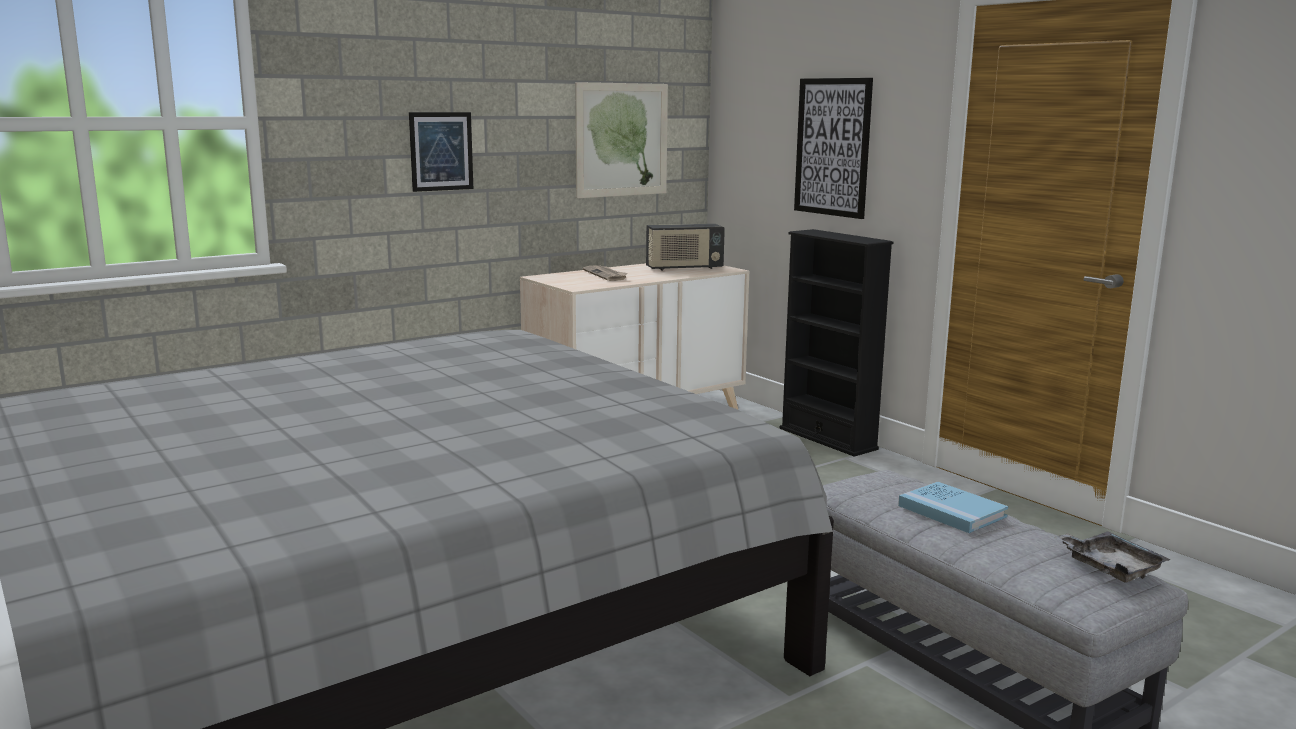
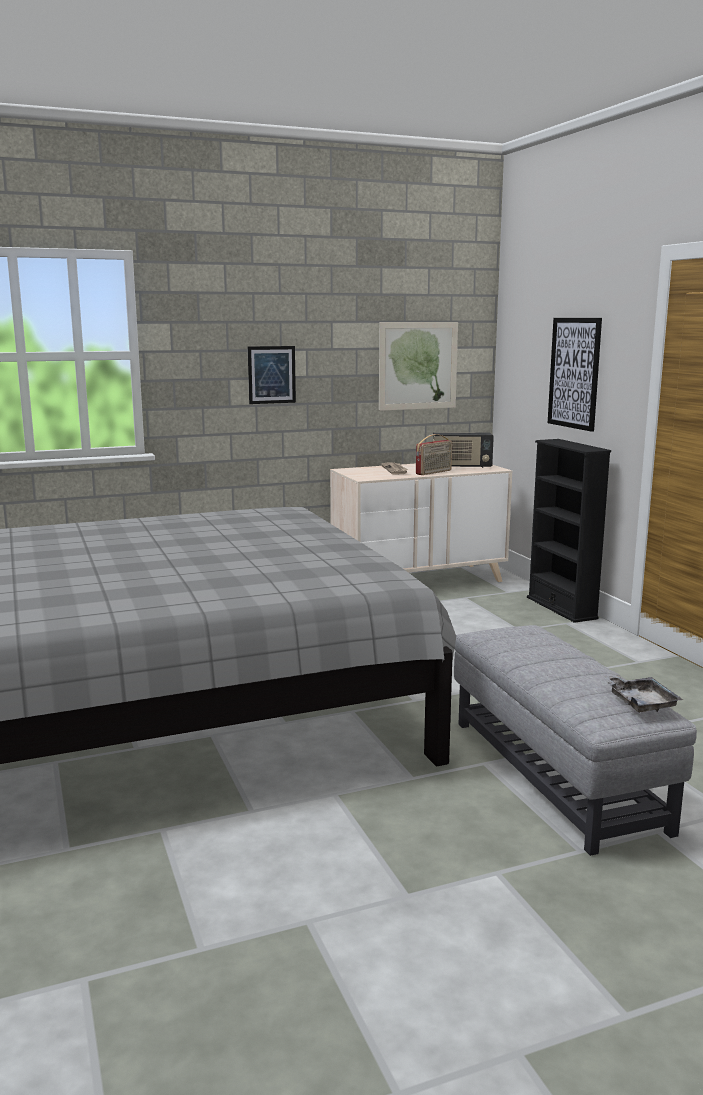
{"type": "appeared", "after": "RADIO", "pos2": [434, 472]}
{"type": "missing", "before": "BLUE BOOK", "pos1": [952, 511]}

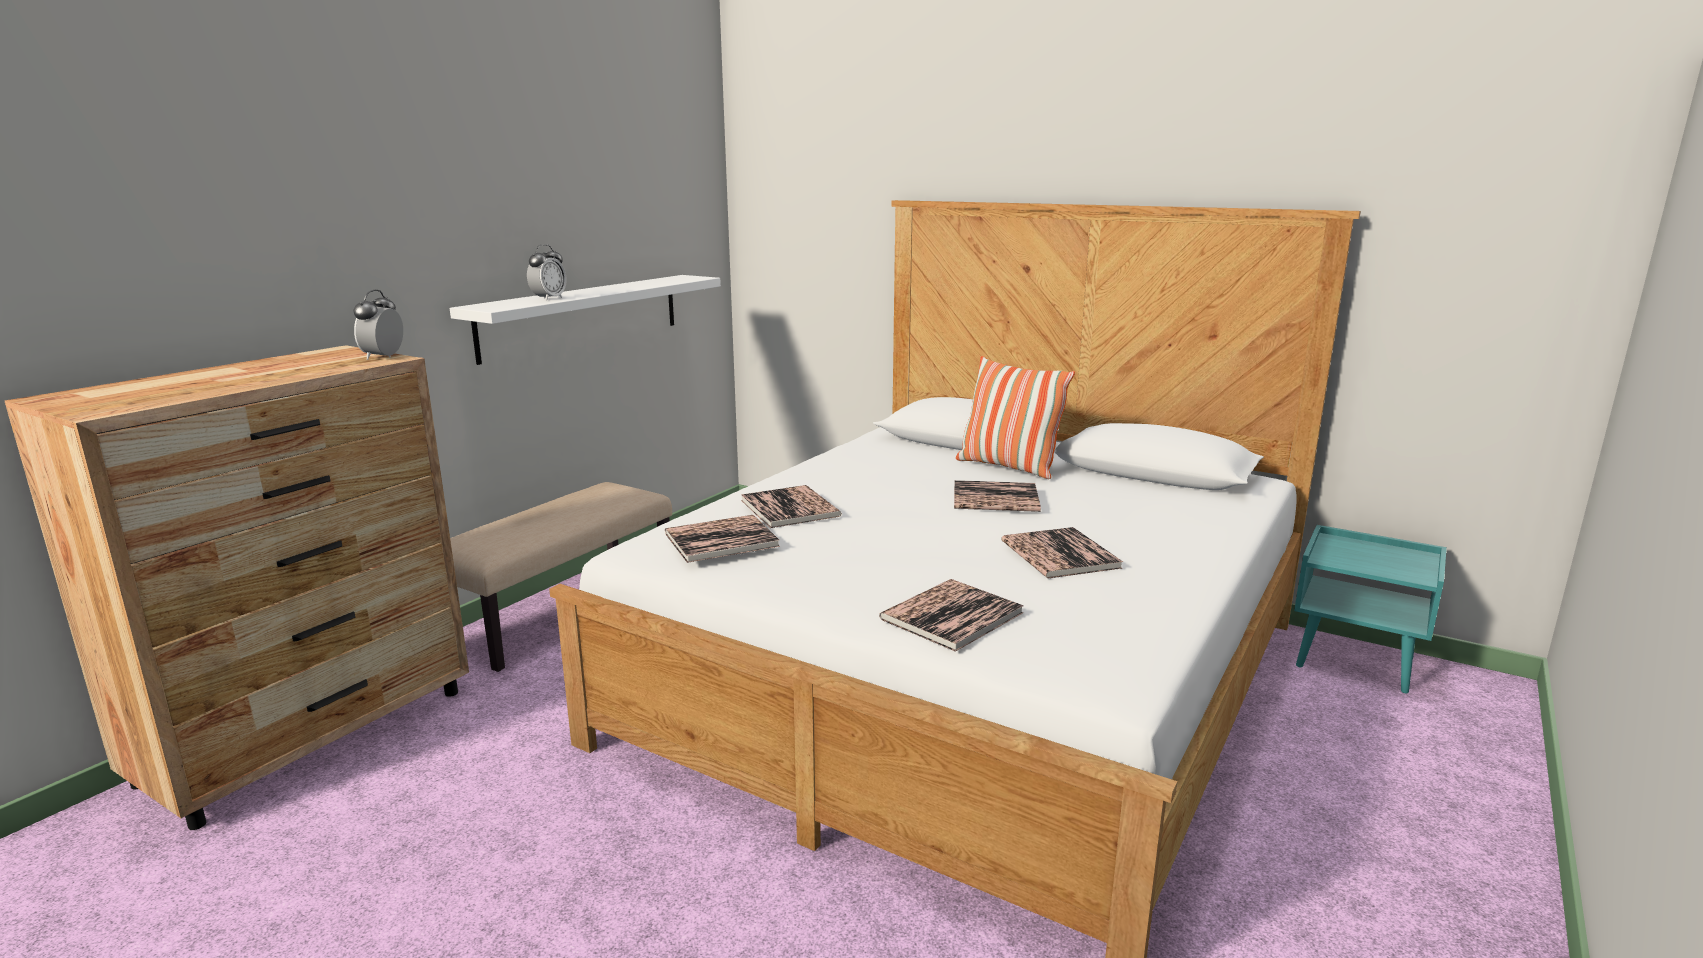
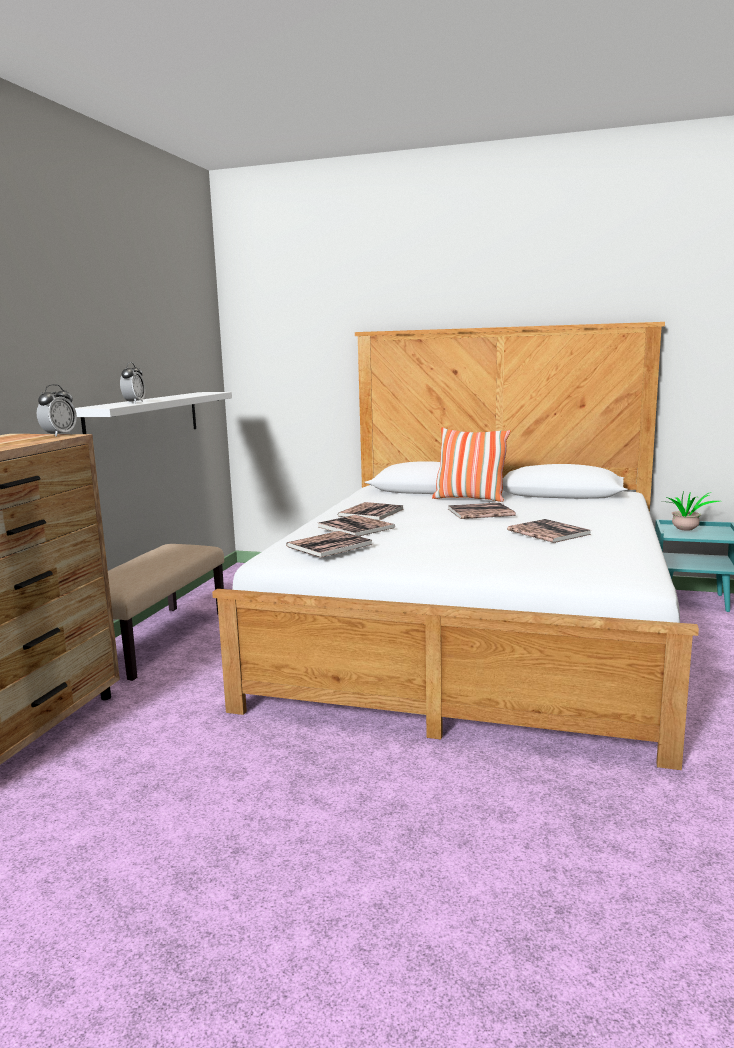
{"type": "spun", "before": "ALARM CLOCK", "pos1": [383, 357], "pos2": [59, 435], "turn": -150}
{"type": "relocated", "before": "BOOK", "pos1": [951, 616], "pos2": [371, 512]}
{"type": "appeared", "after": "POTTED PLANT", "pos2": [686, 531]}

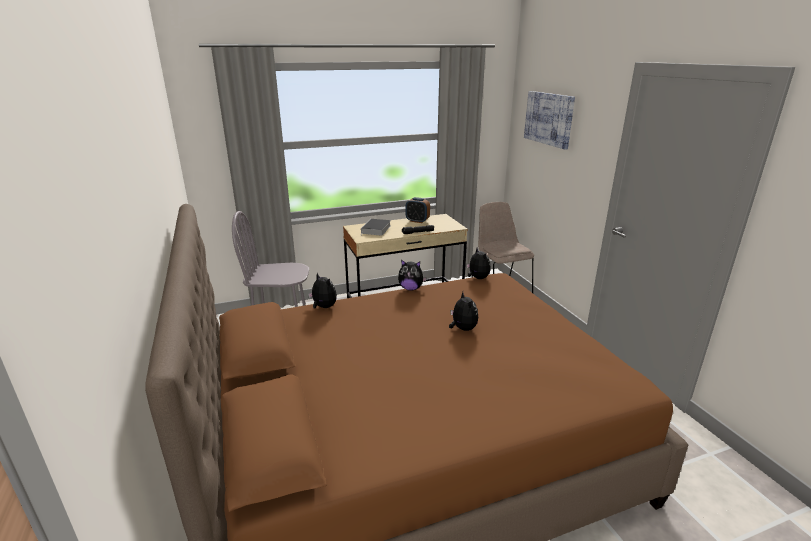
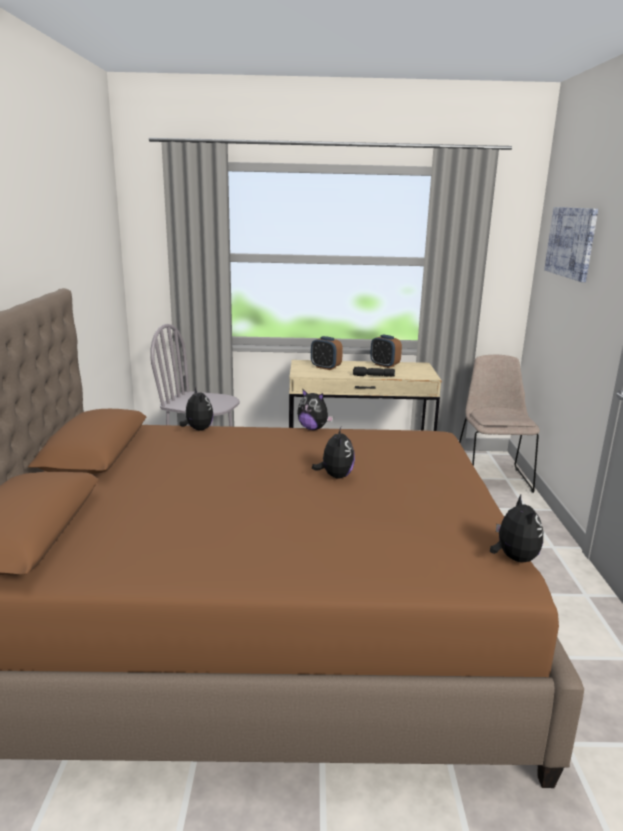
{"type": "exchanged", "before": "BOOK", "after": "ALARM CLOCK", "pos1": [376, 229], "pos2": [325, 367]}
{"type": "relocated", "before": "PLUSH TOY", "pos1": [477, 278], "pos2": [513, 558]}

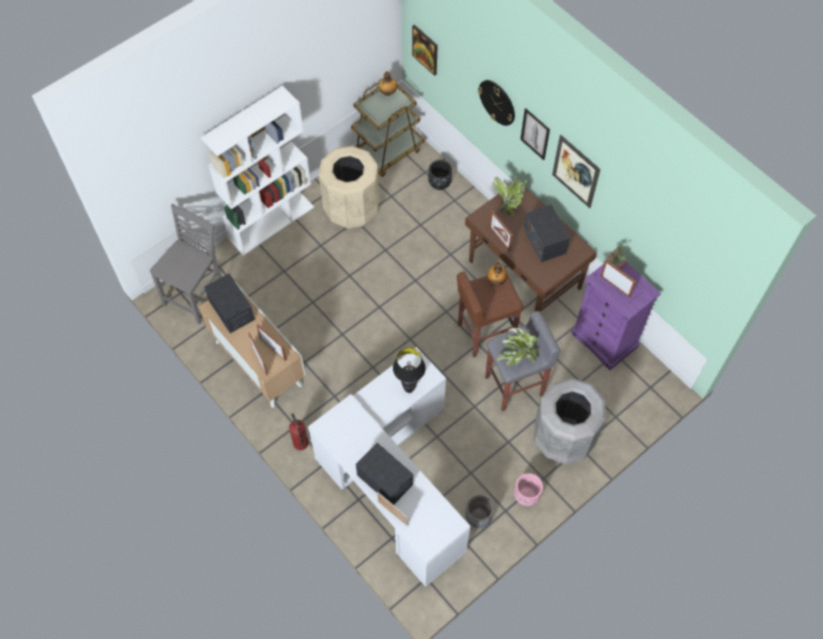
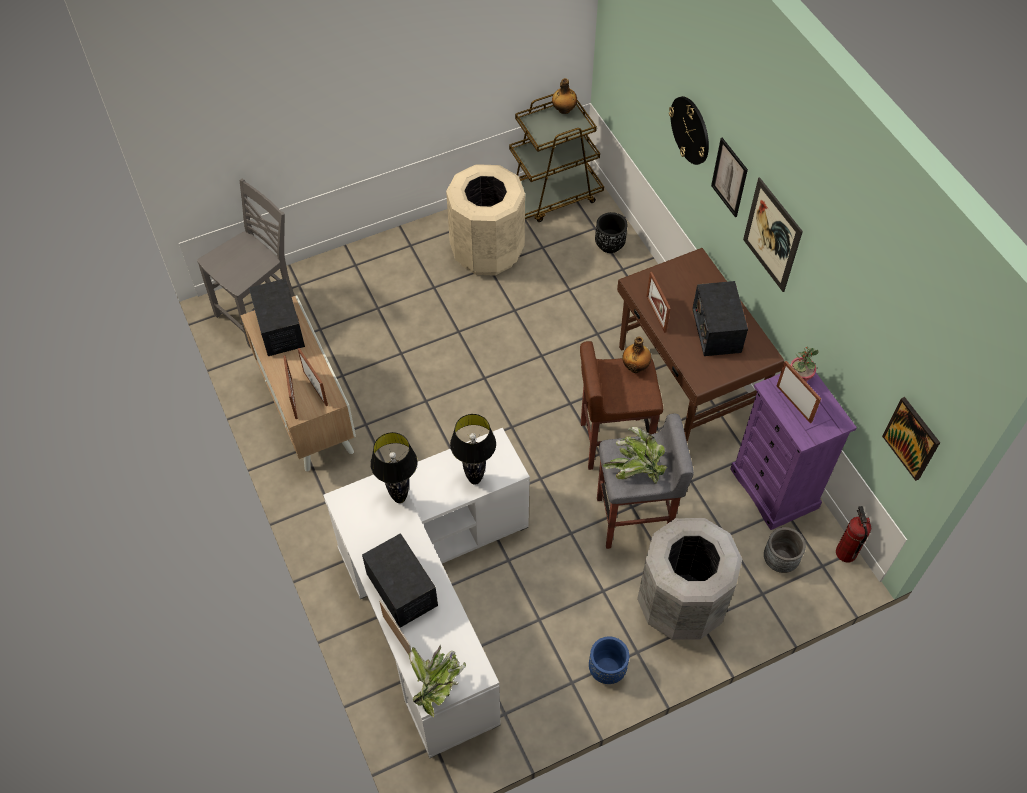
{"type": "appeared", "after": "BLACK TABLE LAMP", "pos2": [399, 498]}
{"type": "relocated", "before": "POTTED PLANT", "pos1": [509, 201], "pos2": [437, 685]}
{"type": "colour", "before": "PINK PLANTER", "after": "BLUE PLANTER", "pos1": [526, 495], "pos2": [607, 669]}
{"type": "relocated", "before": "GREY PLANTER", "pos1": [478, 517], "pos2": [780, 560]}
{"type": "relocated", "before": "FIRE EXTINGUISHER", "pos1": [300, 443], "pos2": [845, 553]}
{"type": "relocated", "before": "PICTURE", "pos1": [425, 49], "pos2": [912, 438]}
{"type": "missing", "before": "WHITE BOOKCASE", "pos1": [271, 222]}

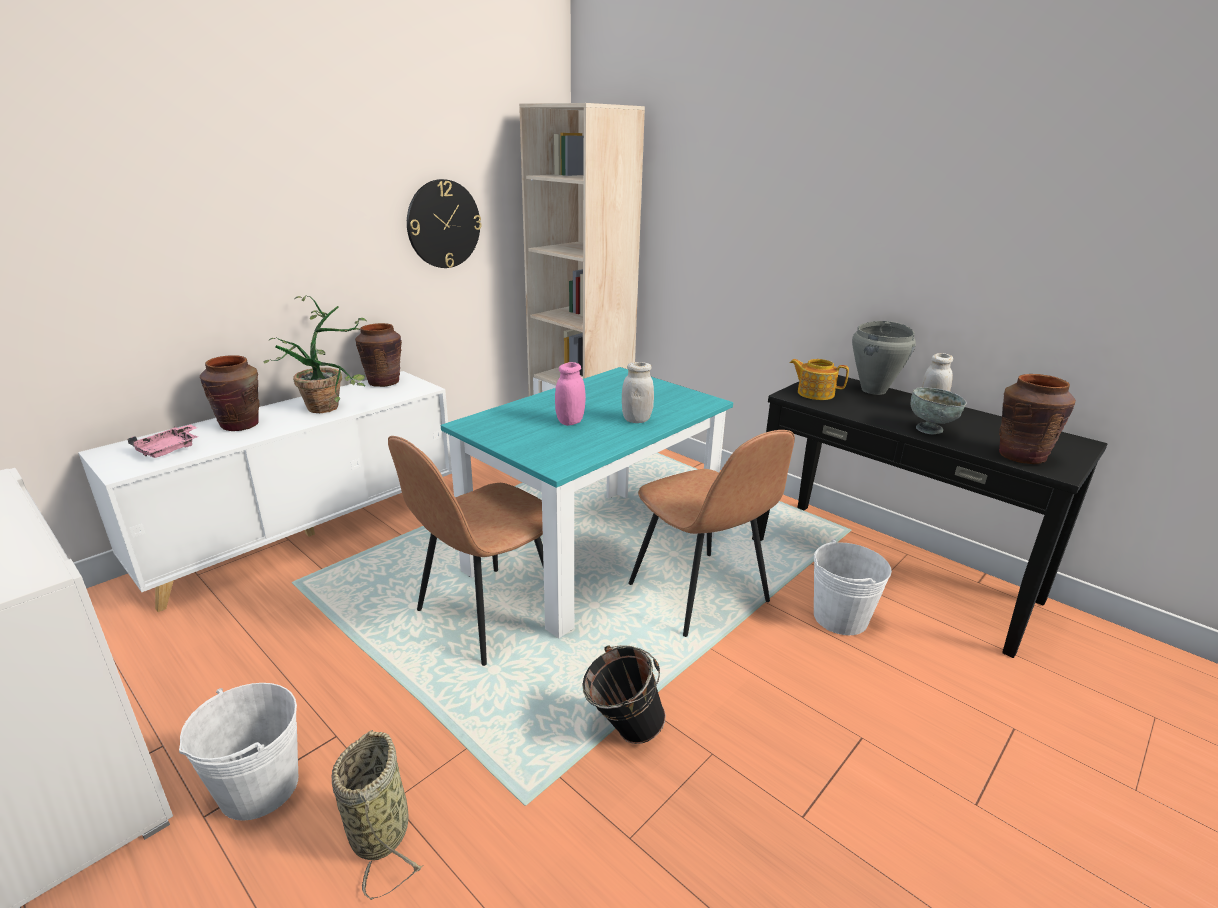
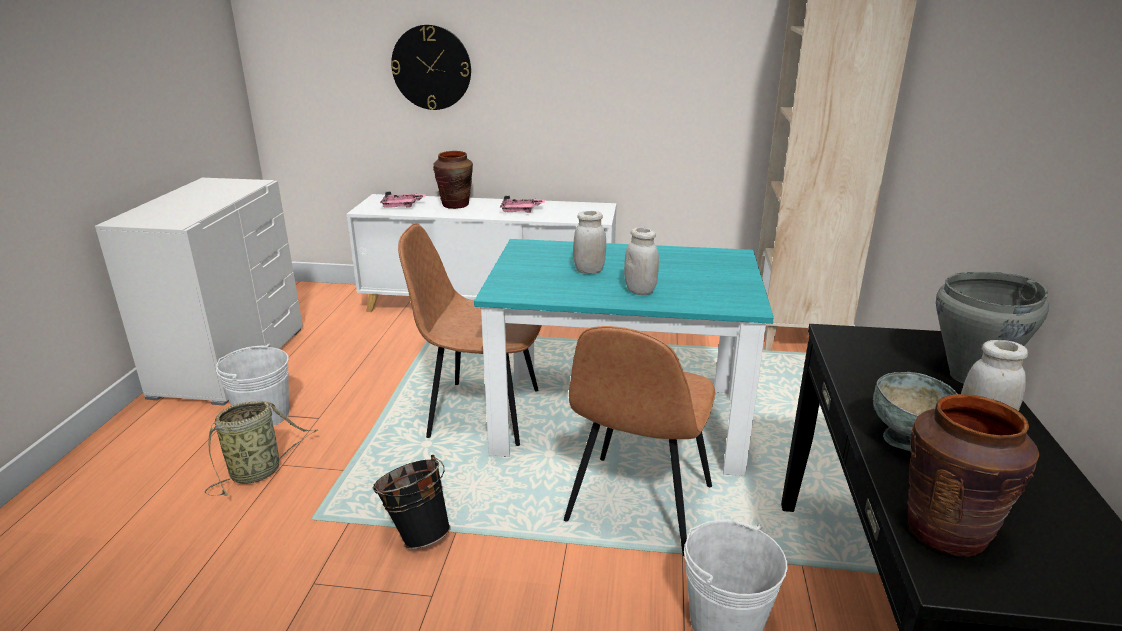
{"type": "relocated", "before": "WALL CLOCK", "pos1": [443, 224], "pos2": [431, 67]}
{"type": "exchanged", "before": "POTTED PLANT", "after": "PINK TRAY", "pos1": [331, 406], "pos2": [520, 211]}
{"type": "colour", "before": "PINK JAR", "after": "WHITE JAR", "pos1": [570, 421], "pos2": [589, 271]}
{"type": "missing", "before": "BROWN VASE", "pos1": [384, 382]}
{"type": "missing", "before": "TEAPOT", "pos1": [814, 393]}

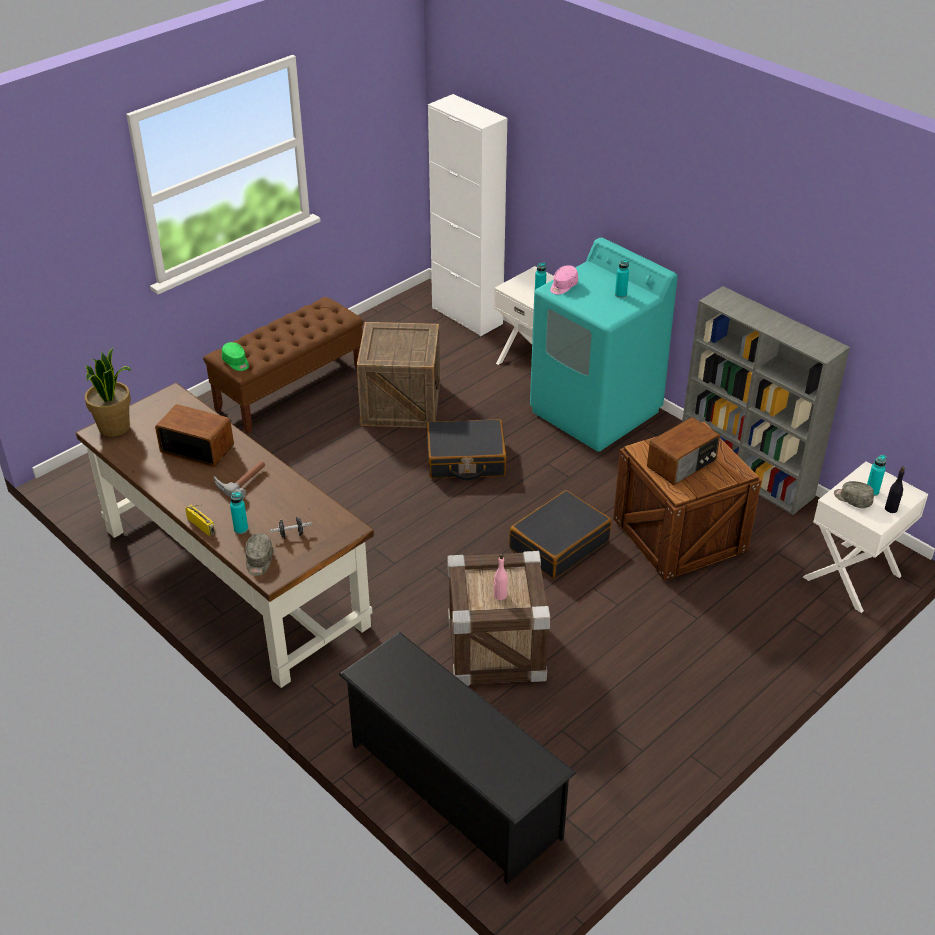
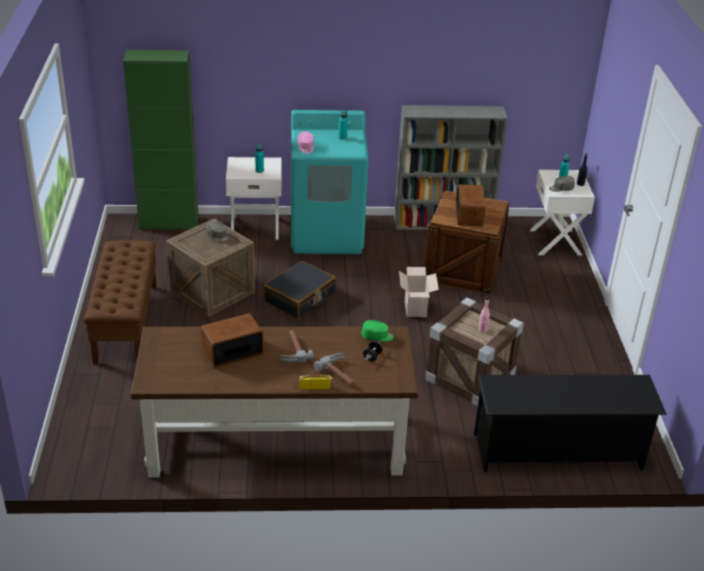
{"type": "colour", "before": "WHITE CABINET", "after": "GREEN CABINET", "pos1": [467, 316], "pos2": [169, 222]}
{"type": "relocated", "before": "GREY CAP", "pos1": [259, 561], "pos2": [218, 236]}
{"type": "exchanged", "before": "TURQUOISE BOTTLE", "after": "HAMMER", "pos1": [241, 529], "pos2": [340, 373]}
{"type": "relocated", "before": "GREEN CAP", "pos1": [236, 362], "pos2": [377, 336]}
{"type": "exchanged", "before": "BLACK SUITCASE", "after": "CARDBOARD BOX", "pos1": [559, 544], "pos2": [416, 309]}
{"type": "missing", "before": "POTTED PLANT", "pos1": [115, 427]}

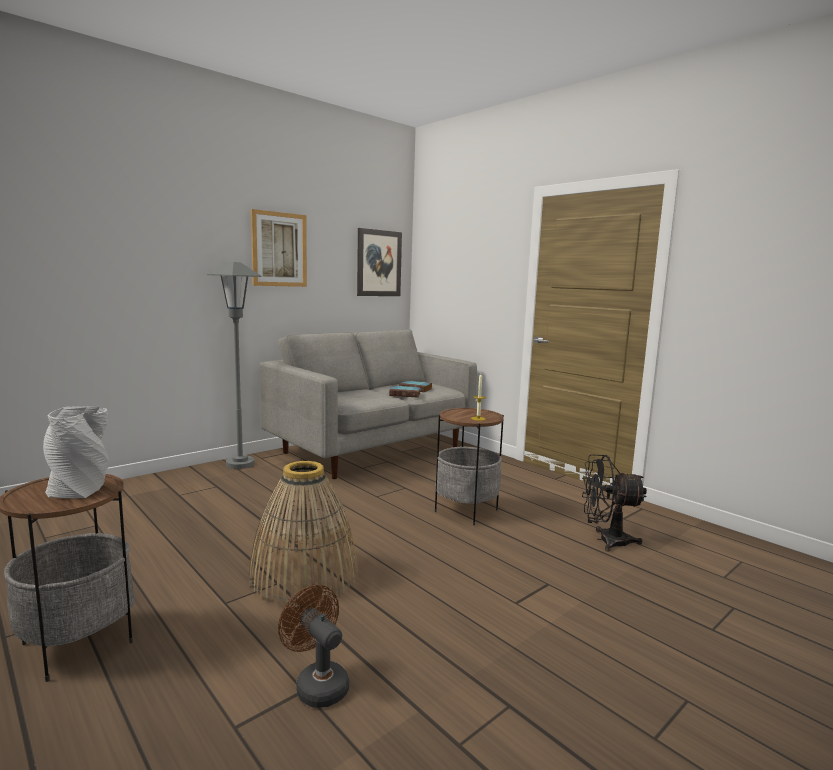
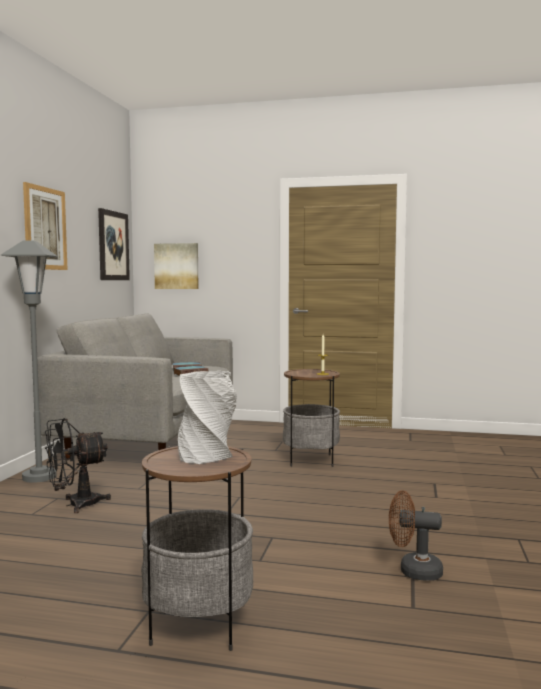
{"type": "relocated", "before": "BLACK FAN", "pos1": [605, 540], "pos2": [75, 504]}
{"type": "appeared", "after": "PICTURE", "pos2": [177, 266]}
{"type": "missing", "before": "BASKET", "pos1": [304, 575]}

